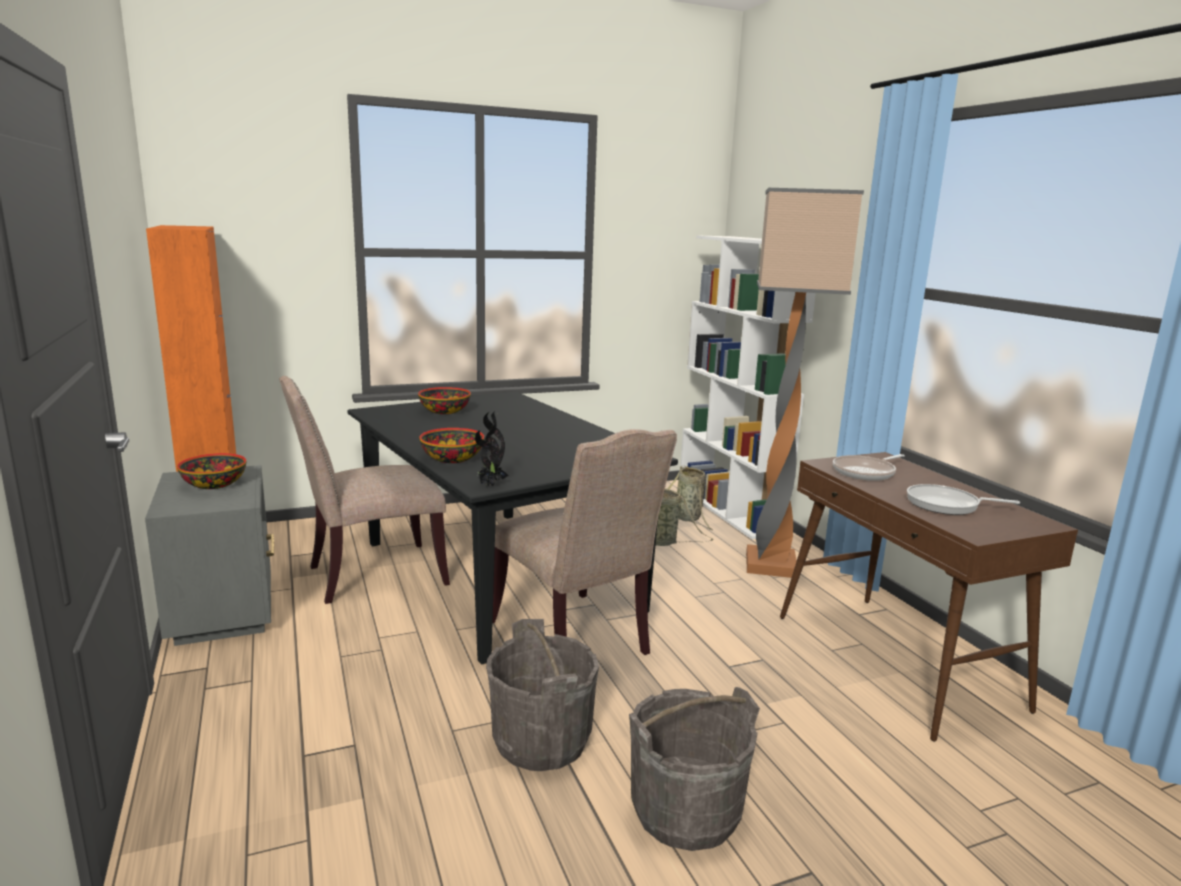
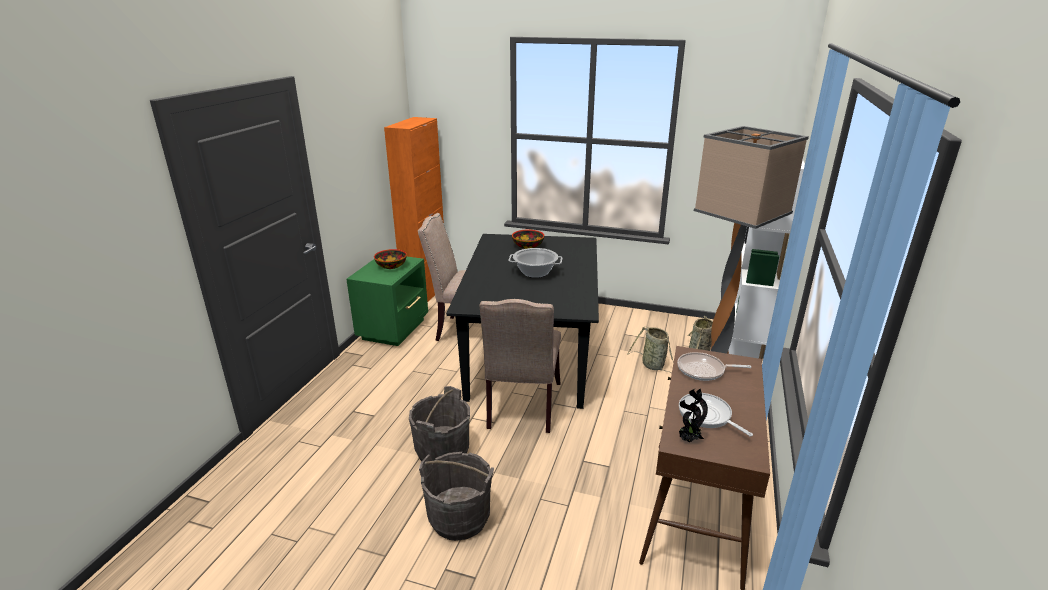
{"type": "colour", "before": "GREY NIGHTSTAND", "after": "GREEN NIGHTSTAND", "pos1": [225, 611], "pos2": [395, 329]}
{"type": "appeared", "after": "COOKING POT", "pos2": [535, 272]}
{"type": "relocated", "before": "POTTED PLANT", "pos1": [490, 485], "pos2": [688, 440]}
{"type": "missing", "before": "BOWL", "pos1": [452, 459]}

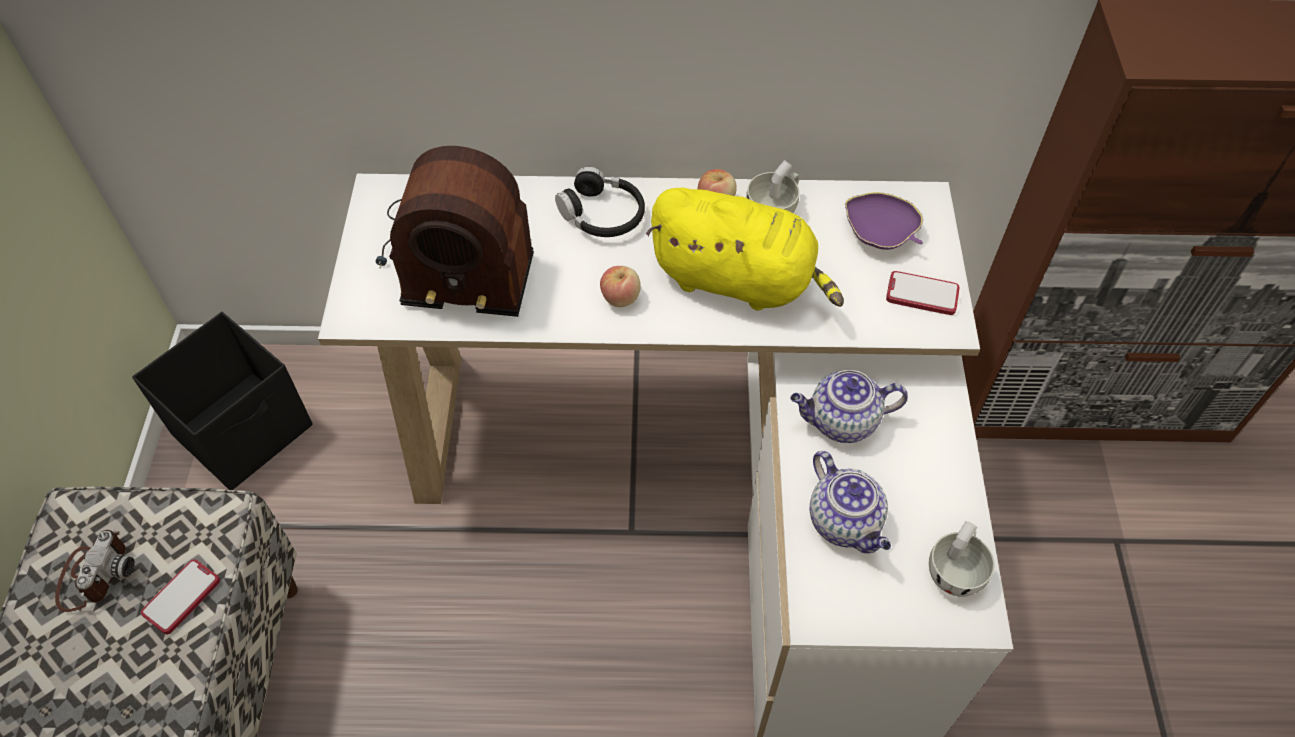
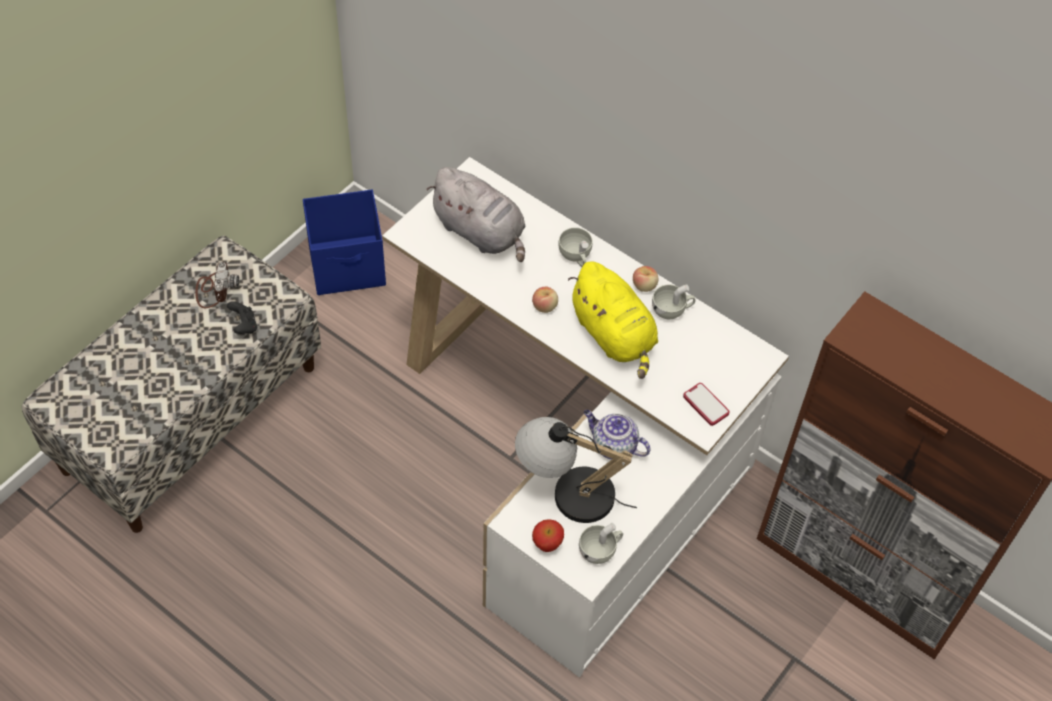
{"type": "spun", "before": "PHOTO CAMERA", "pos1": [94, 574], "pos2": [214, 289], "turn": -45}
{"type": "exchanged", "before": "PHONE", "after": "BLACK GAME CONTROLLER", "pos1": [182, 597], "pos2": [244, 325]}
{"type": "colour", "before": "BLACK STORAGE BOX", "after": "BLUE STORAGE BOX", "pos1": [245, 430], "pos2": [348, 266]}
{"type": "exchanged", "before": "RADIO", "after": "GREY PLUSH TOY", "pos1": [455, 255], "pos2": [481, 232]}
{"type": "exchanged", "before": "TEAPOT", "after": "TABLE LAMP", "pos1": [845, 522], "pos2": [567, 492]}
{"type": "appeared", "after": "APPLE", "pos2": [547, 545]}
{"type": "exchanged", "before": "BLACK HEADPHONES", "after": "WHITE CUP", "pos1": [602, 214], "pos2": [576, 256]}
{"type": "missing", "before": "PURPLE BOWL", "pos1": [880, 234]}

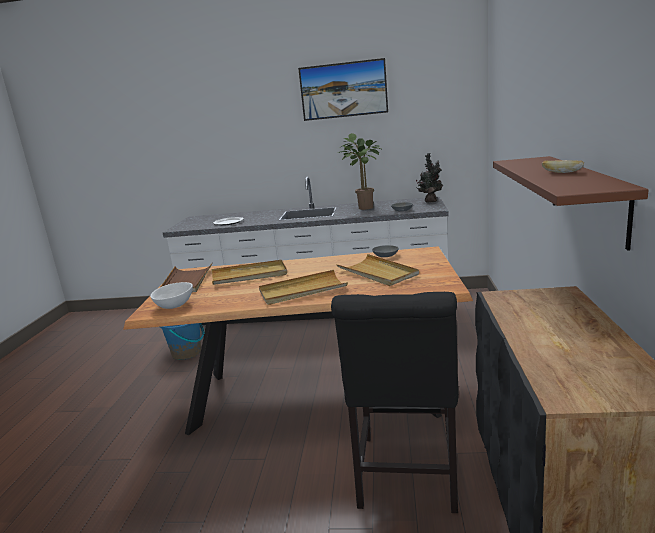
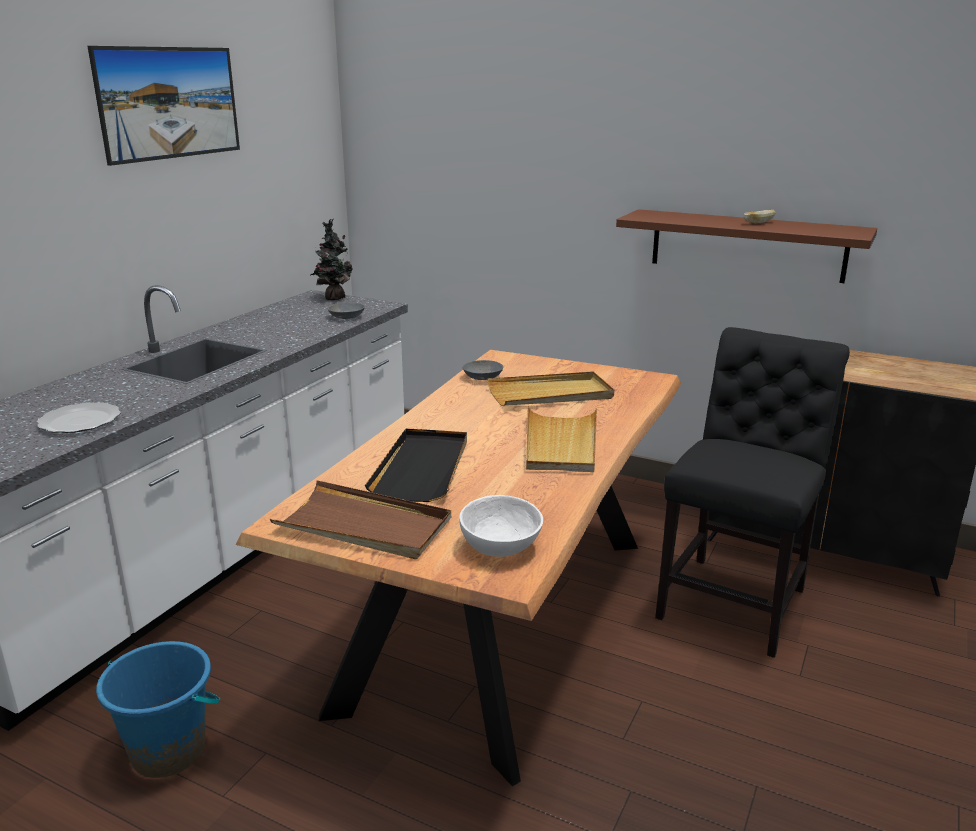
{"type": "colour", "before": "BEIGE TRAY", "after": "BLACK TRAY", "pos1": [249, 275], "pos2": [422, 468]}
{"type": "spun", "before": "BLACK CHAIR", "pos1": [406, 477], "pos2": [735, 600], "turn": -90}
{"type": "missing", "before": "POTTED PLANT", "pos1": [363, 208]}

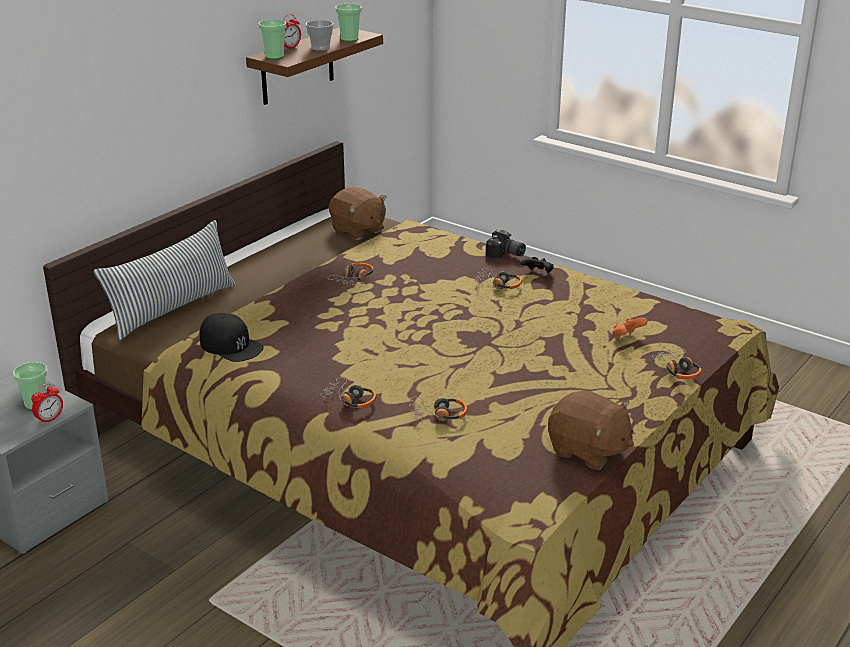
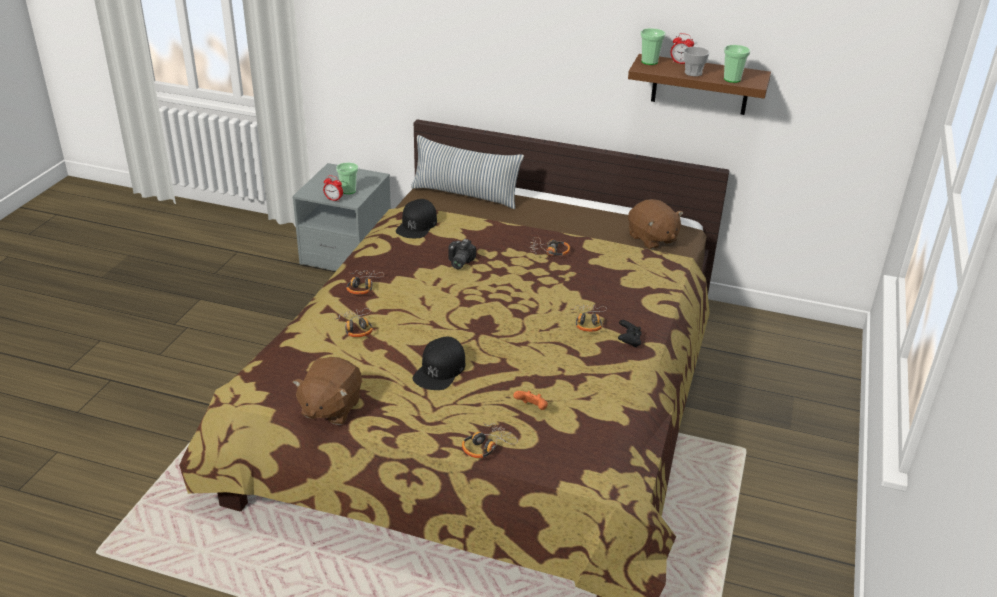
{"type": "appeared", "after": "BLACK CAP", "pos2": [440, 370]}
{"type": "relocated", "before": "PHOTO CAMERA", "pos1": [505, 254], "pos2": [458, 262]}
{"type": "spun", "before": "BROWN PLUSH TOY", "pos1": [358, 230], "pos2": [652, 239], "turn": -60}

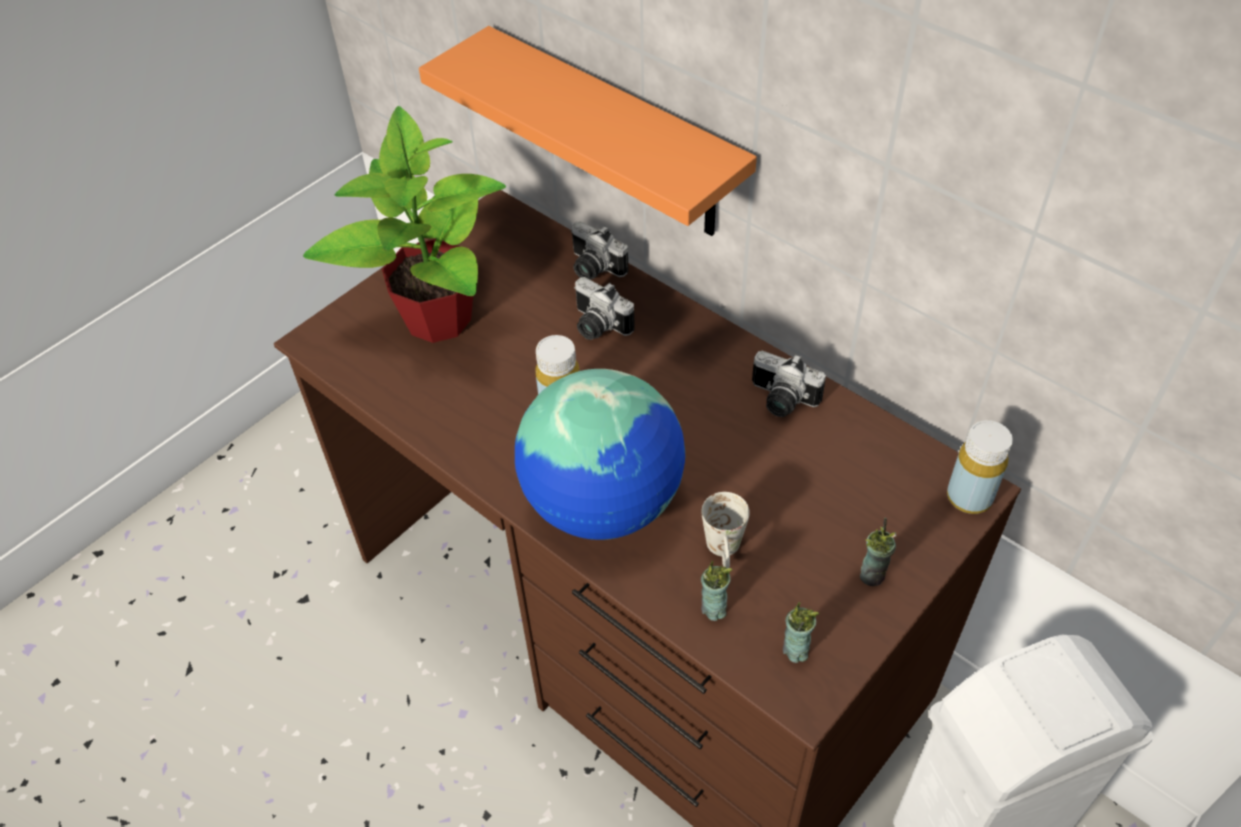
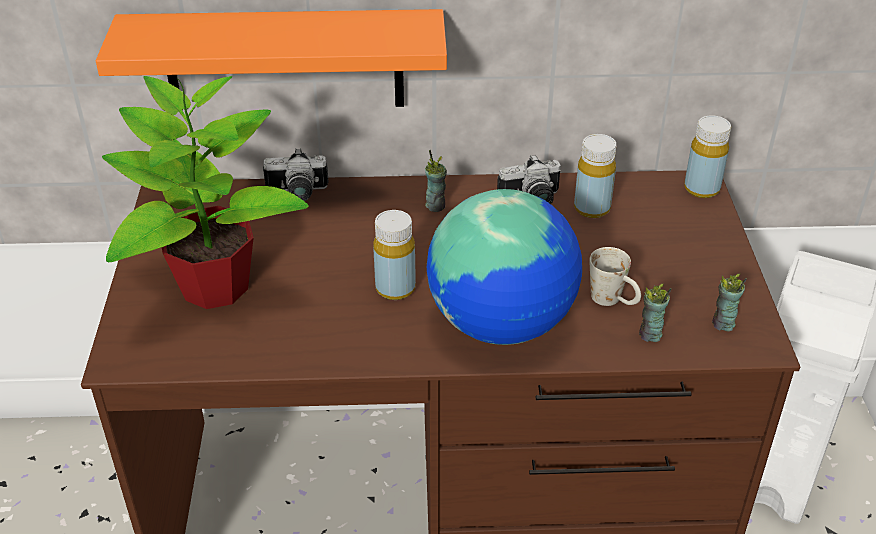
{"type": "relocated", "before": "CUP", "pos1": [872, 575], "pos2": [435, 206]}
{"type": "appeared", "after": "YELLOW BOTTLE", "pos2": [592, 208]}
{"type": "missing", "before": "PHOTO CAMERA", "pos1": [597, 326]}

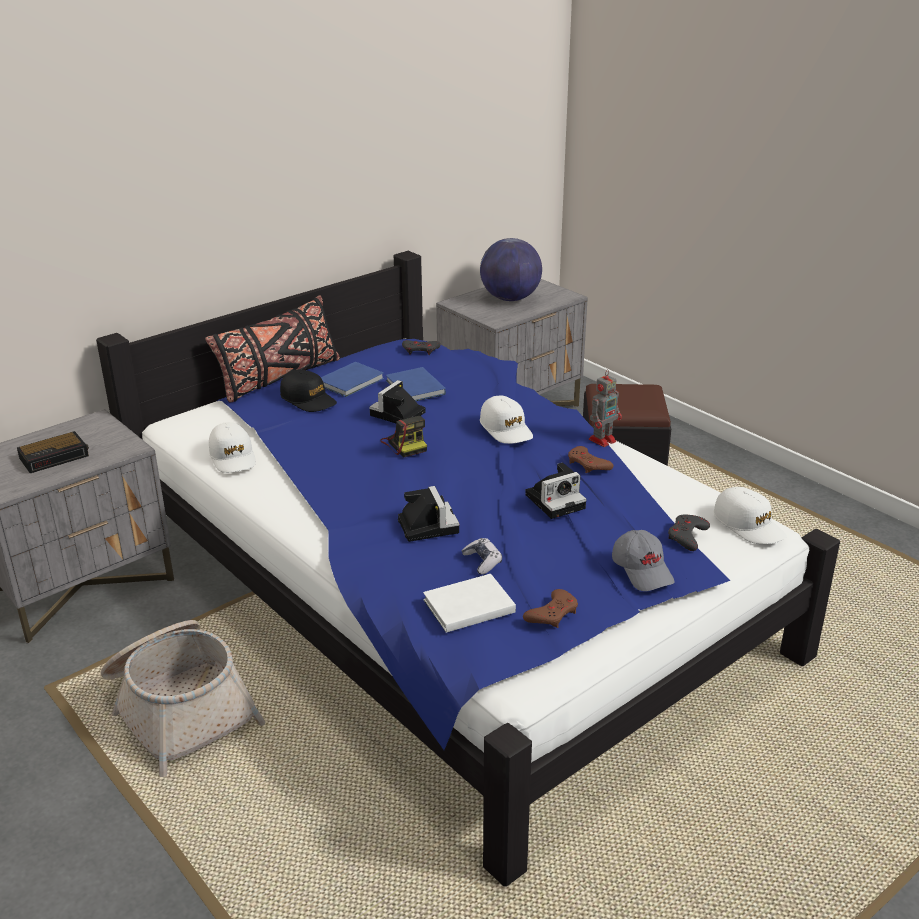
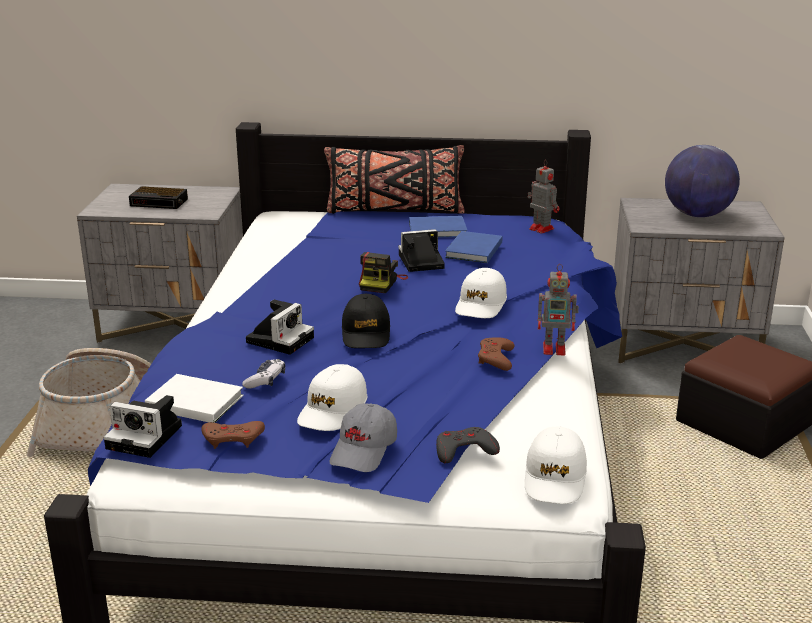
{"type": "relocated", "before": "PHOTO CAMERA", "pos1": [556, 500], "pos2": [147, 437]}
{"type": "relocated", "before": "WHITE CAP", "pos1": [233, 457], "pos2": [332, 410]}
{"type": "relocated", "before": "BLACK CAP", "pos1": [308, 399], "pos2": [366, 333]}
{"type": "exchanged", "before": "GREY GAME CONTROLLER", "after": "TOY ROBOT", "pos1": [420, 350], "pos2": [540, 228]}

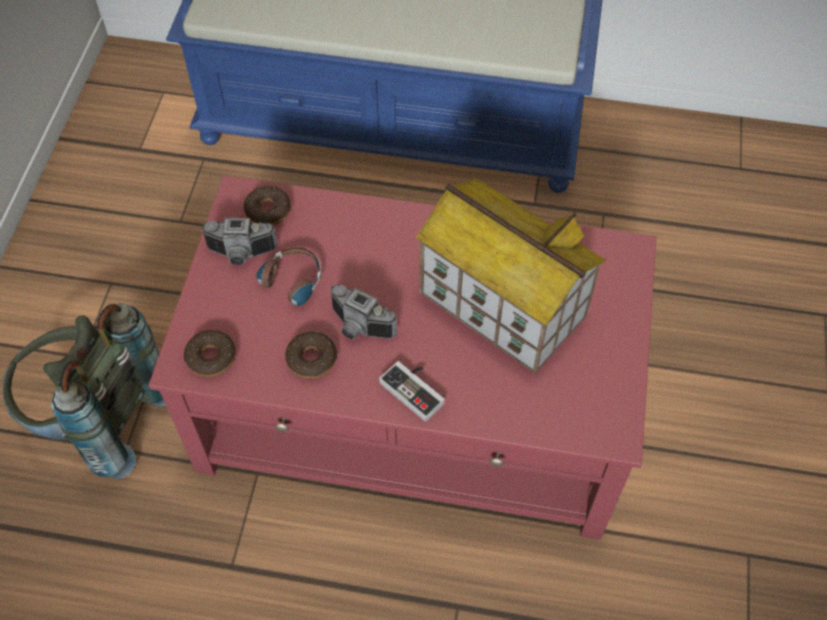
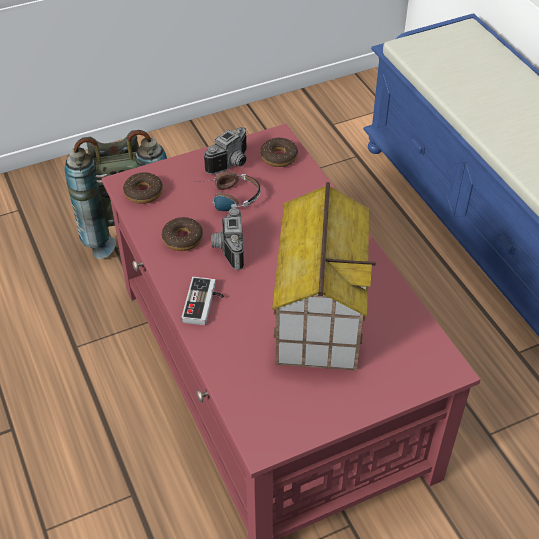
{"type": "spun", "before": "PHOTO CAMERA", "pos1": [241, 254], "pos2": [232, 164], "turn": -105}

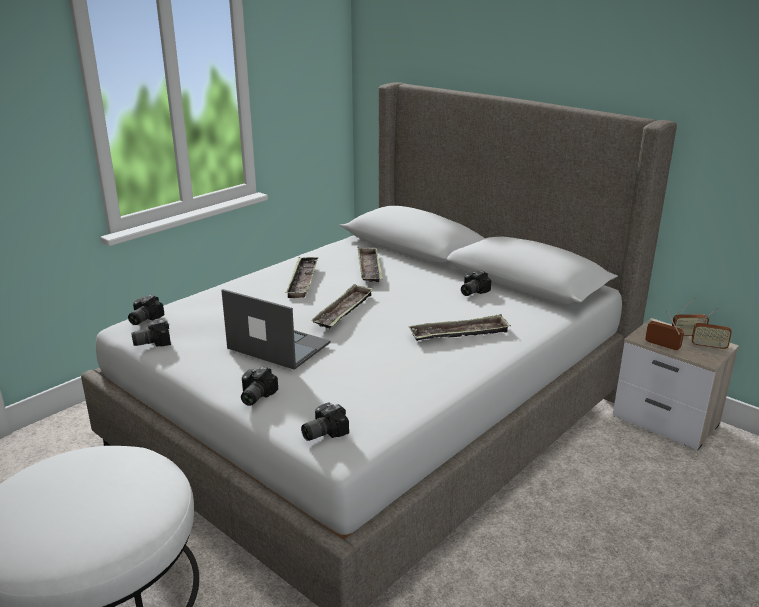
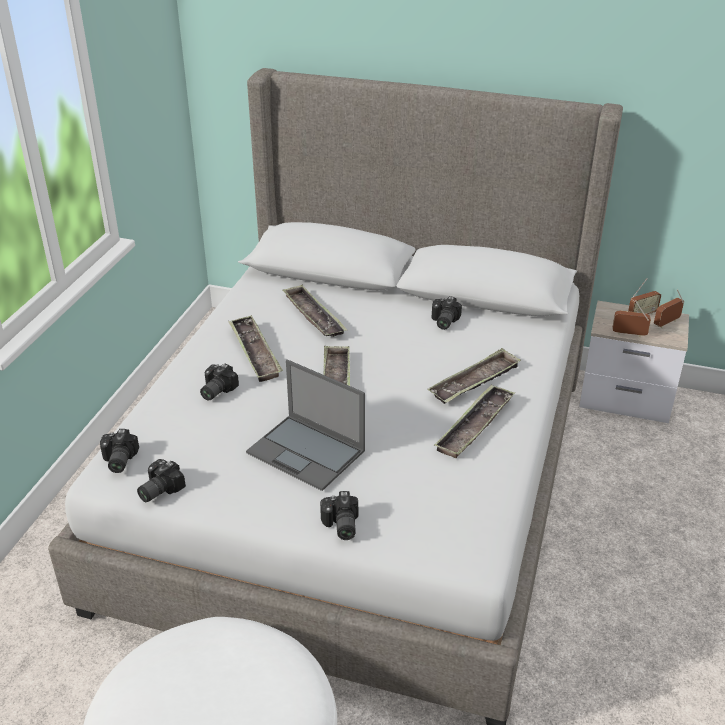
{"type": "relocated", "before": "PHOTO CAMERA", "pos1": [322, 432], "pos2": [215, 390]}
{"type": "spun", "before": "LAPTOP", "pos1": [277, 345], "pos2": [307, 452], "turn": -150}
{"type": "appeared", "after": "TRAY", "pos2": [474, 426]}
{"type": "spun", "before": "RADIO", "pos1": [708, 347], "pos2": [666, 323], "turn": 150}

